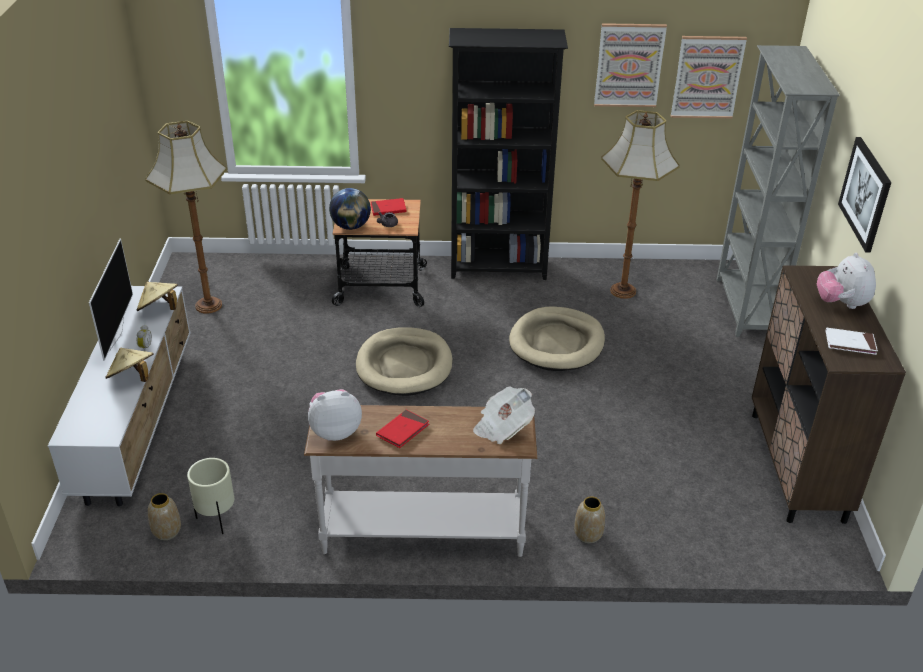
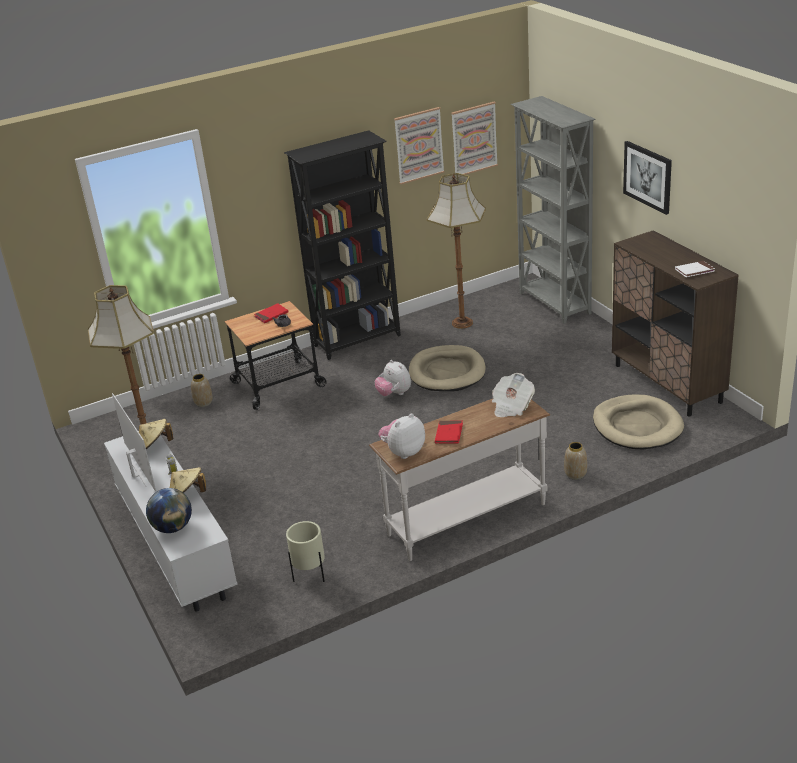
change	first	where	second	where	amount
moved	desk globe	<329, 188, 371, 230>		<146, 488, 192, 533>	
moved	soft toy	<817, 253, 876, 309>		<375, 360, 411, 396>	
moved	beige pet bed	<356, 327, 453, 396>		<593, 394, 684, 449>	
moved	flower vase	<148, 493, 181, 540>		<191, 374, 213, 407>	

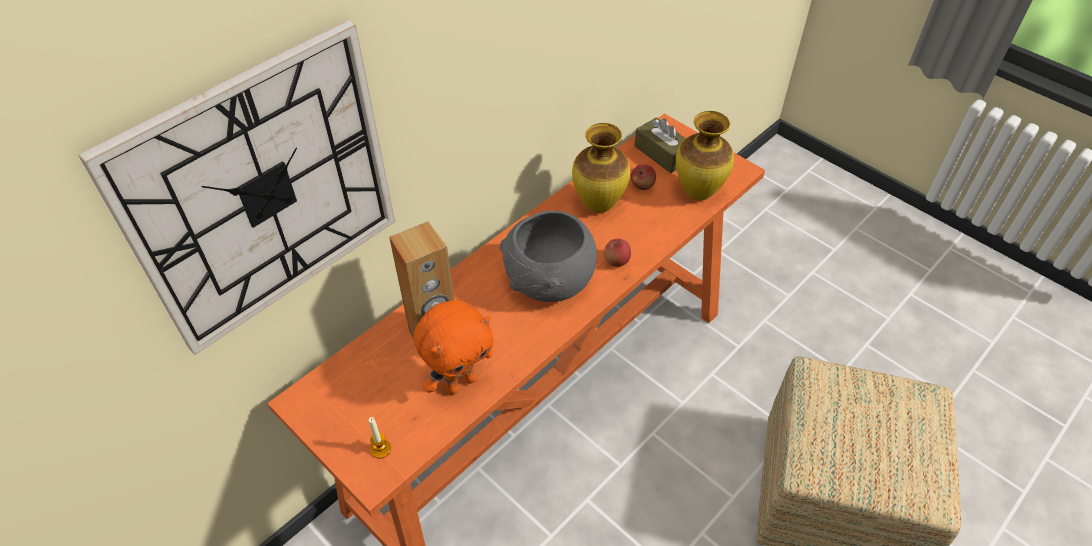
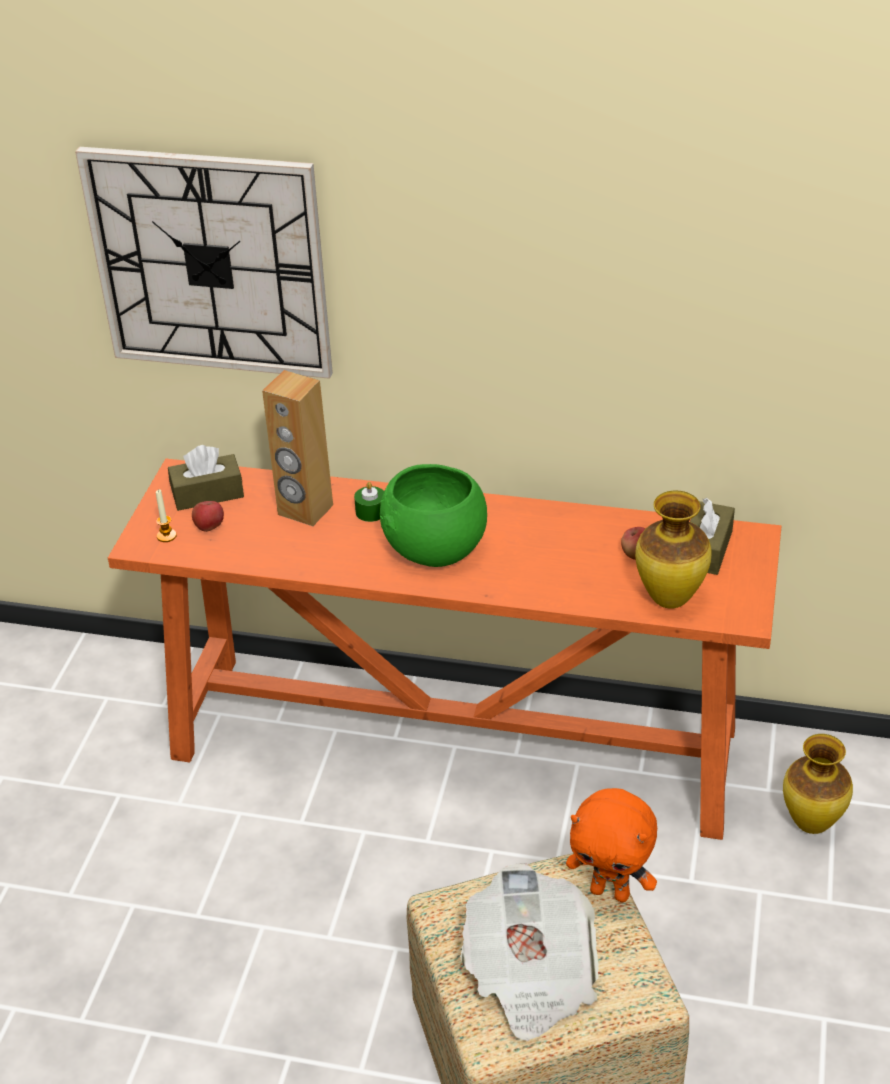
change	first	where	second	where	amount
moved	flower vase	<572, 123, 630, 213>		<783, 734, 853, 834>	
recoloured	grey bowl	<500, 211, 597, 302>	green-coloured bowl	<380, 464, 487, 567>	
moved	apple	<604, 239, 631, 267>		<192, 501, 224, 532>	
moved	orangey soft toy	<414, 300, 494, 395>		<566, 788, 657, 902>	
added			brown tissue holder	<168, 445, 244, 511>	
added			green-coloured wax candle	<354, 482, 384, 522>	
added			newspaper	<460, 863, 599, 1041>	

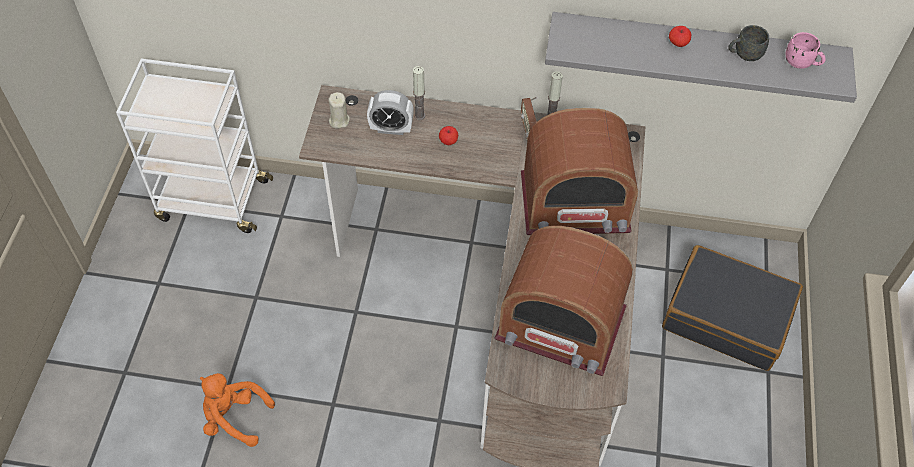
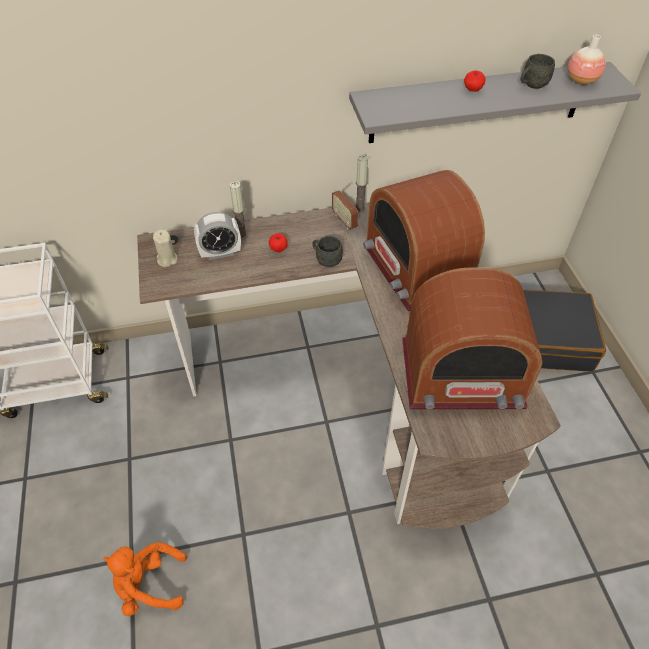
change	first	where	second	where	amount
replaced	pink tea mug	<785, 32, 826, 69>	flower vase	<567, 35, 606, 85>	
turned	radio receiver	<521, 108, 638, 235>		<363, 170, 485, 311>	90 degrees clockwise
added			grey tea mug	<312, 236, 343, 267>	

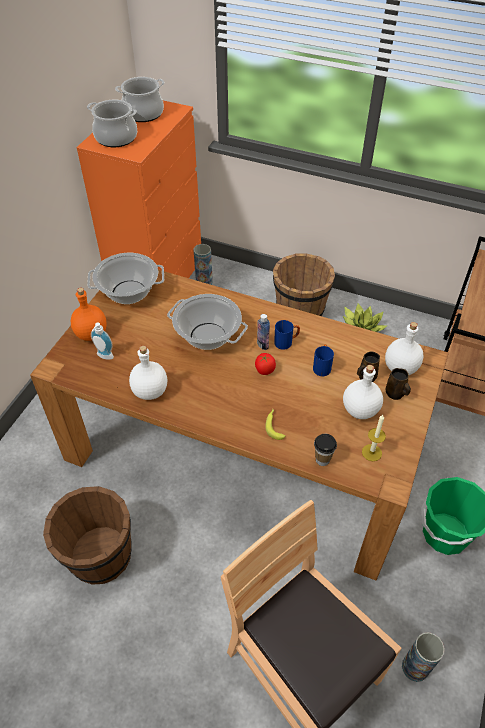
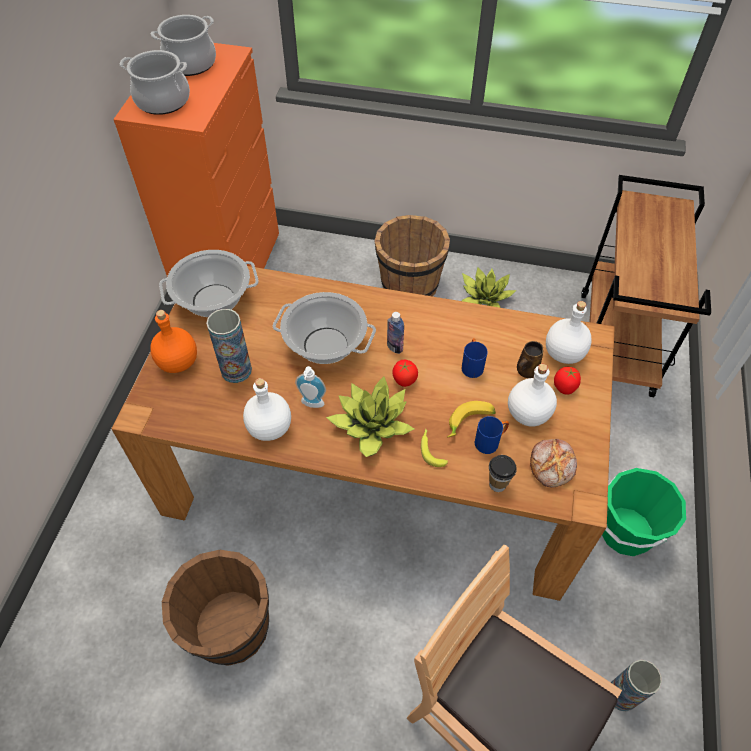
change	first	where	second	where	amount
moved	flower vase	<193, 244, 213, 285>		<206, 309, 252, 383>	
moved	bluish tea mug	<274, 320, 300, 350>		<475, 416, 509, 454>	
moved	soap dispenser	<91, 323, 114, 360>		<295, 366, 326, 408>	
replaced	brown tea mug	<386, 368, 411, 400>	whole tomato	<554, 367, 581, 395>	
replaced	wax candle	<362, 415, 386, 461>	bakery bread	<530, 439, 577, 487>	
added			potted plant	<326, 376, 414, 457>	
added			banana	<448, 401, 496, 437>	

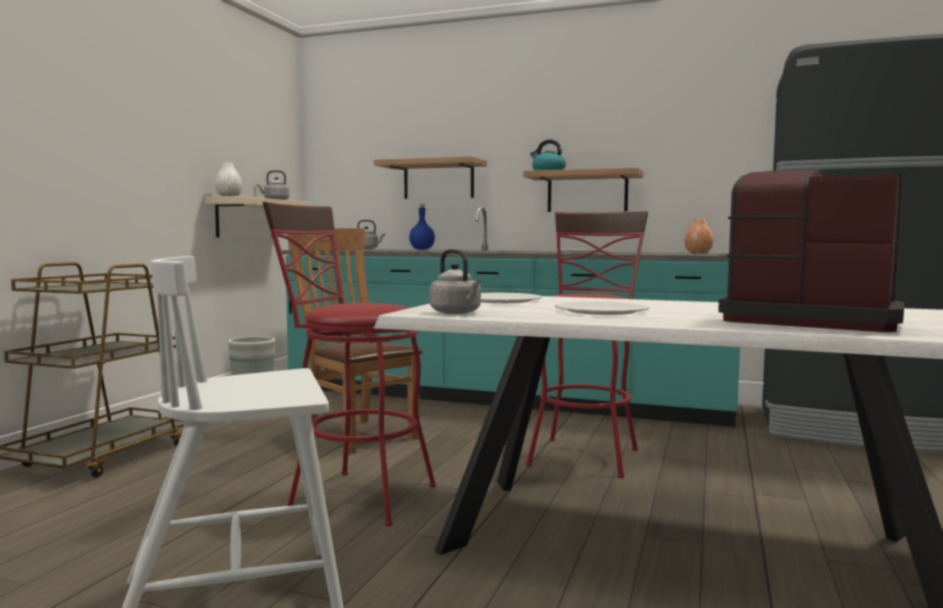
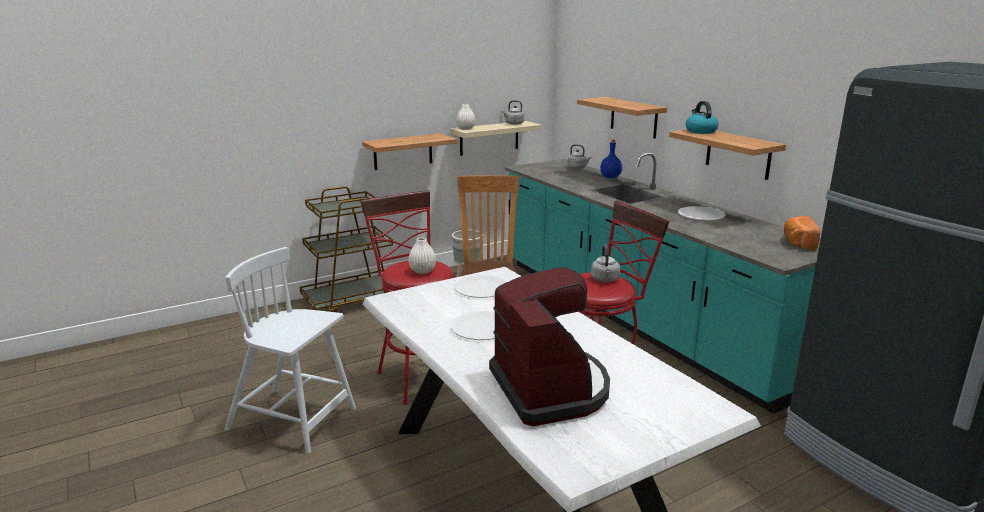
change	first	where	second	where	amount
replaced	orangey flower vase	<684, 218, 714, 254>	bakery bread	<784, 216, 820, 250>	
moved	grey water kettle	<430, 249, 481, 314>		<591, 245, 620, 282>	
added			shelf	<362, 133, 457, 170>	
added			white flower vase	<408, 238, 436, 274>	

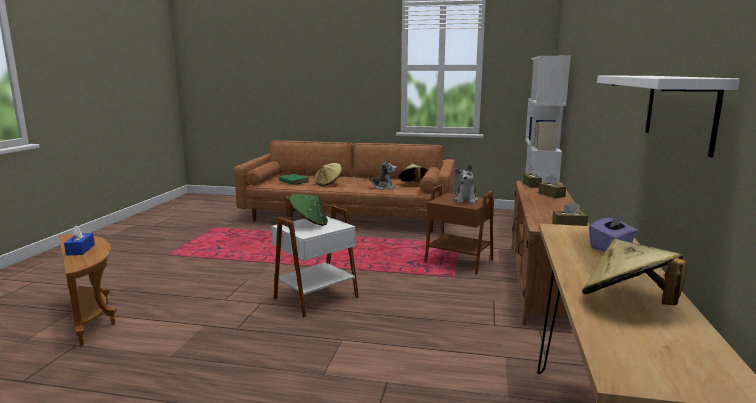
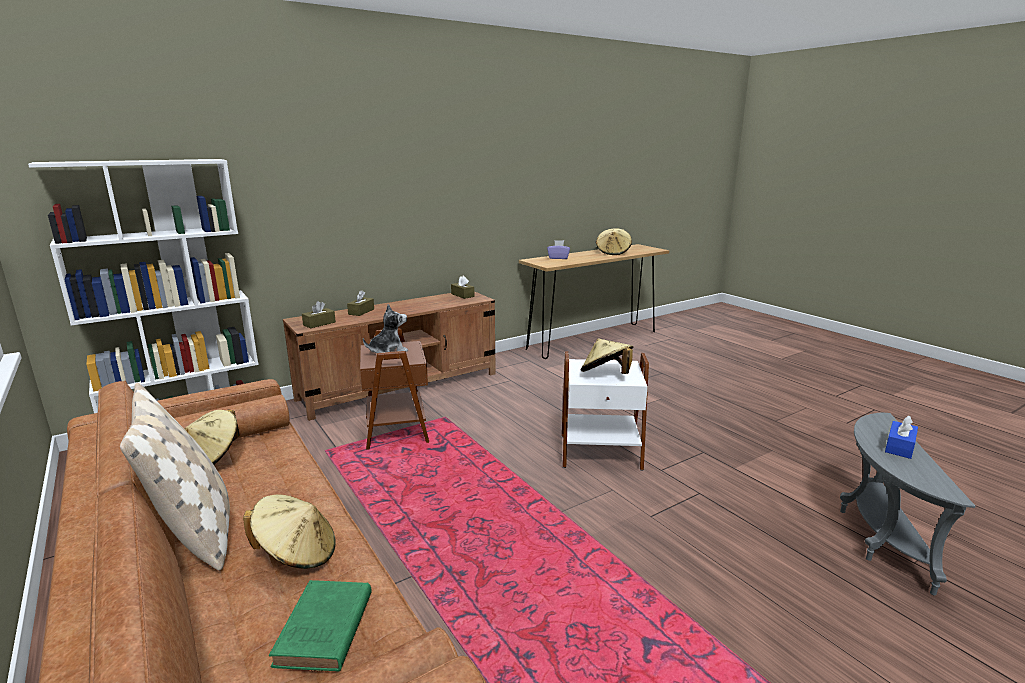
change	first	where	second	where	amount
removed	white shelf	<597, 76, 740, 157>			
removed	soft toy	<368, 159, 397, 190>			
recoloured	green-coloured hat	<285, 194, 328, 226>	beige hat	<581, 338, 633, 374>	
recoloured	brown side table	<59, 234, 117, 346>	grey side table	<840, 412, 975, 596>	
added			beige pillow	<120, 383, 230, 571>	

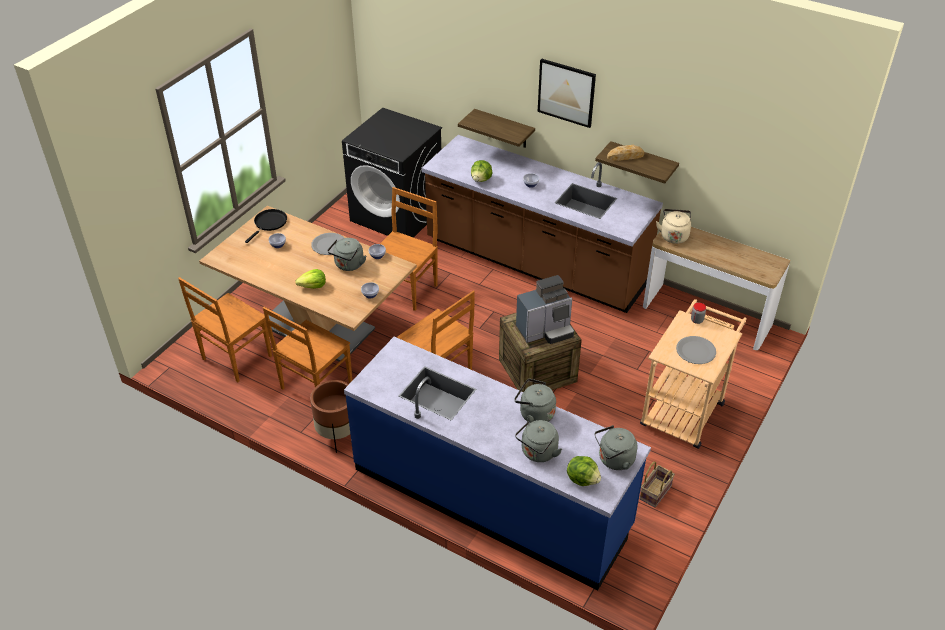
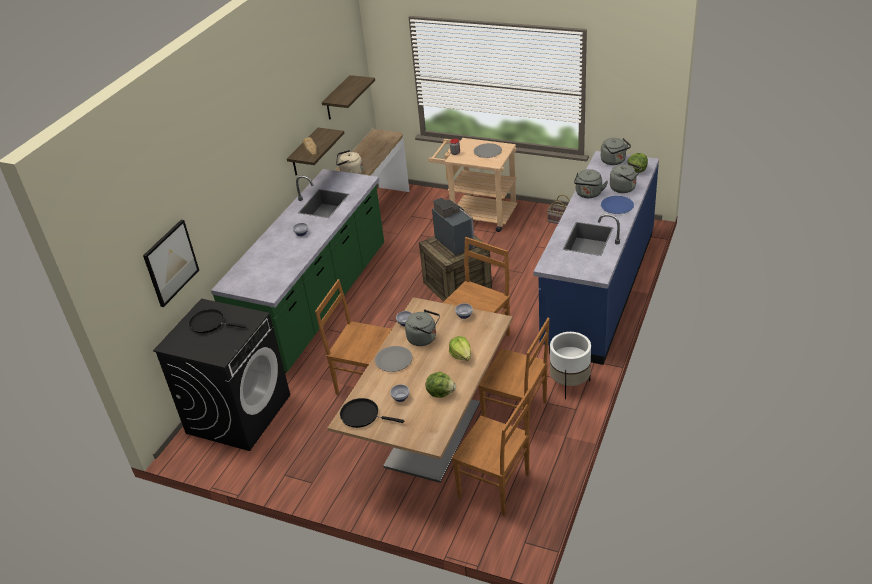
change	first	where	second	where	amount
moved	wall picture	<538, 59, 596, 128>		<143, 219, 199, 307>	
moved	shelf	<458, 109, 535, 148>		<322, 75, 375, 120>	
recoloured	brown kitchen base unit	<422, 135, 663, 313>	green-coloured kitchen base unit	<211, 169, 384, 373>	
moved	head of lettuce	<471, 160, 492, 182>		<426, 372, 456, 398>	
recoloured	brown planter	<310, 380, 350, 453>	white planter	<550, 332, 591, 399>	
added			bluish plate	<601, 196, 634, 214>	
added			black-coloured pan	<189, 309, 246, 333>	

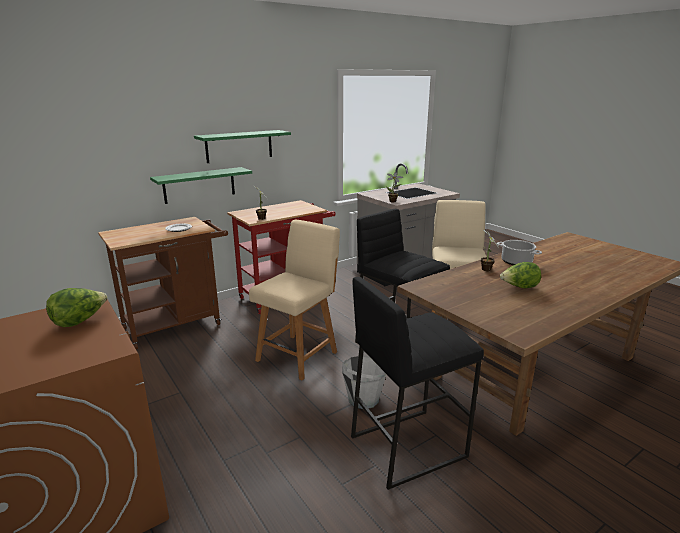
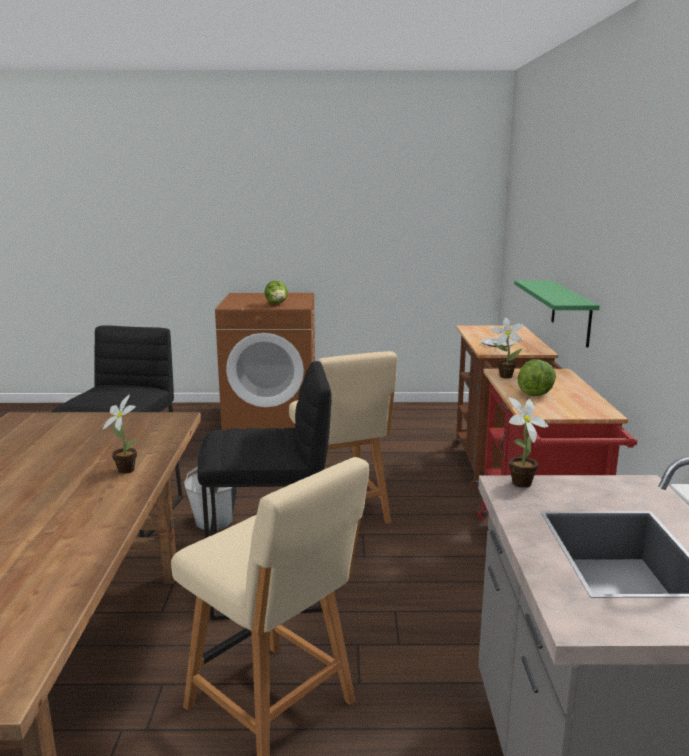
change	first	where	second	where	amount
removed	green-coloured shelf	<194, 130, 291, 163>			
removed	stockpot	<497, 240, 542, 265>			
moved	head of lettuce	<500, 262, 541, 288>		<517, 359, 556, 396>	

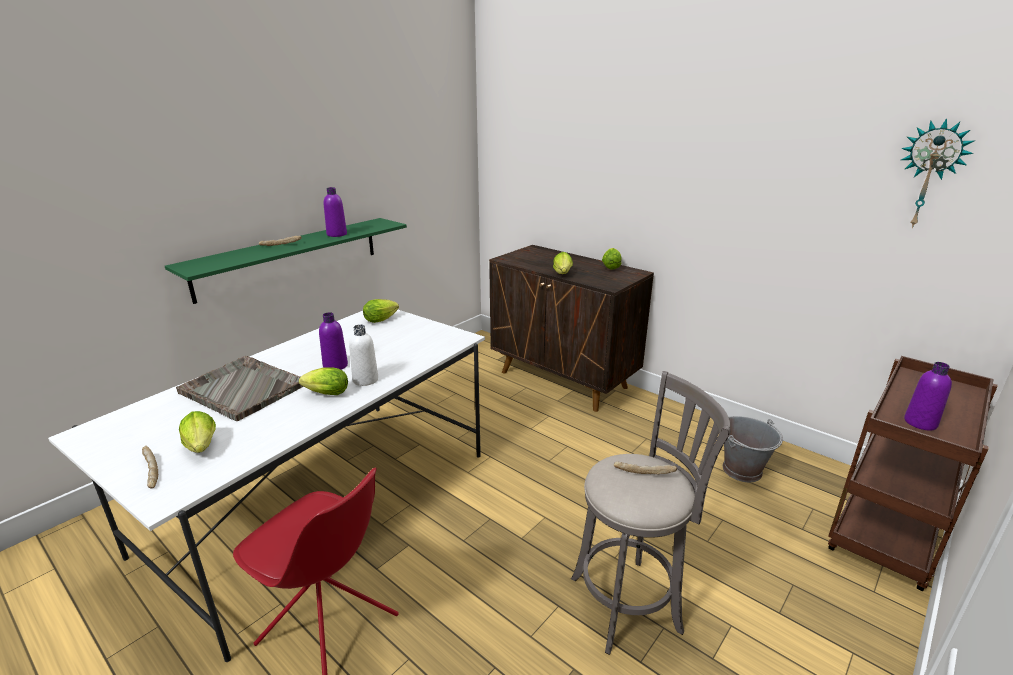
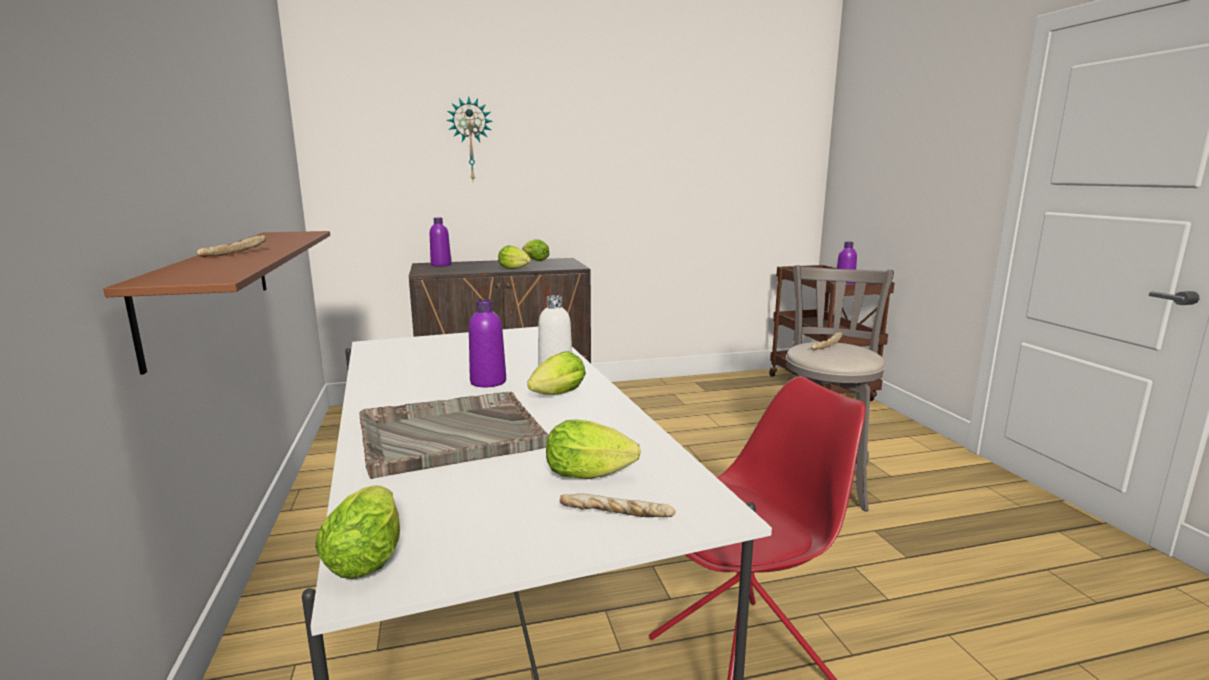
change	first	where	second	where	amount
moved	wall clock	<901, 118, 974, 228>		<446, 97, 493, 180>	
moved	purplish bottle	<324, 187, 347, 237>		<430, 218, 451, 266>	
recoloured	green-coloured shelf	<165, 218, 407, 304>	brown shelf	<103, 231, 330, 375>	
moved	head of lettuce	<363, 299, 399, 323>		<315, 485, 400, 579>	
removed	grey bucket	<723, 416, 783, 482>			

